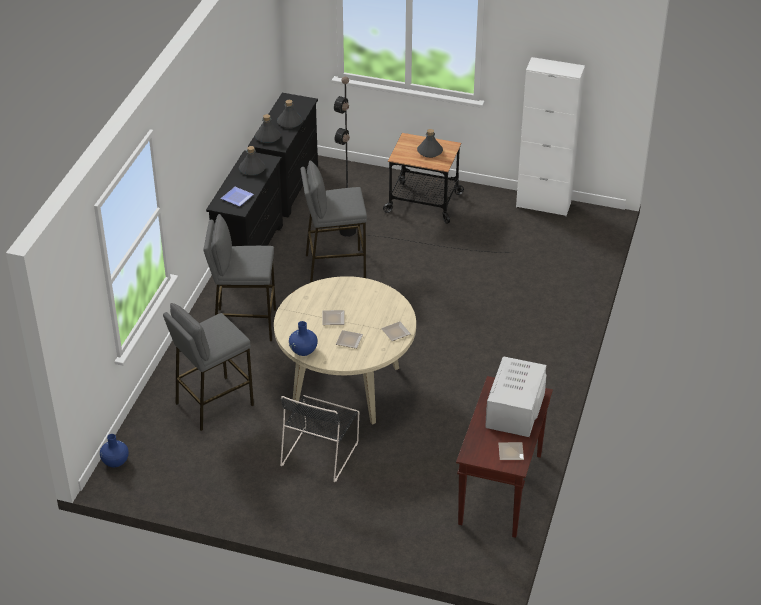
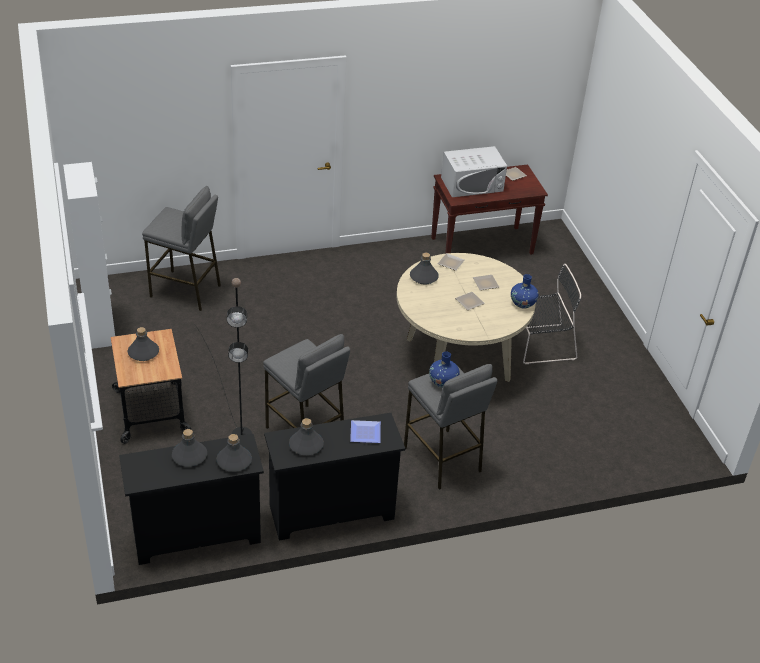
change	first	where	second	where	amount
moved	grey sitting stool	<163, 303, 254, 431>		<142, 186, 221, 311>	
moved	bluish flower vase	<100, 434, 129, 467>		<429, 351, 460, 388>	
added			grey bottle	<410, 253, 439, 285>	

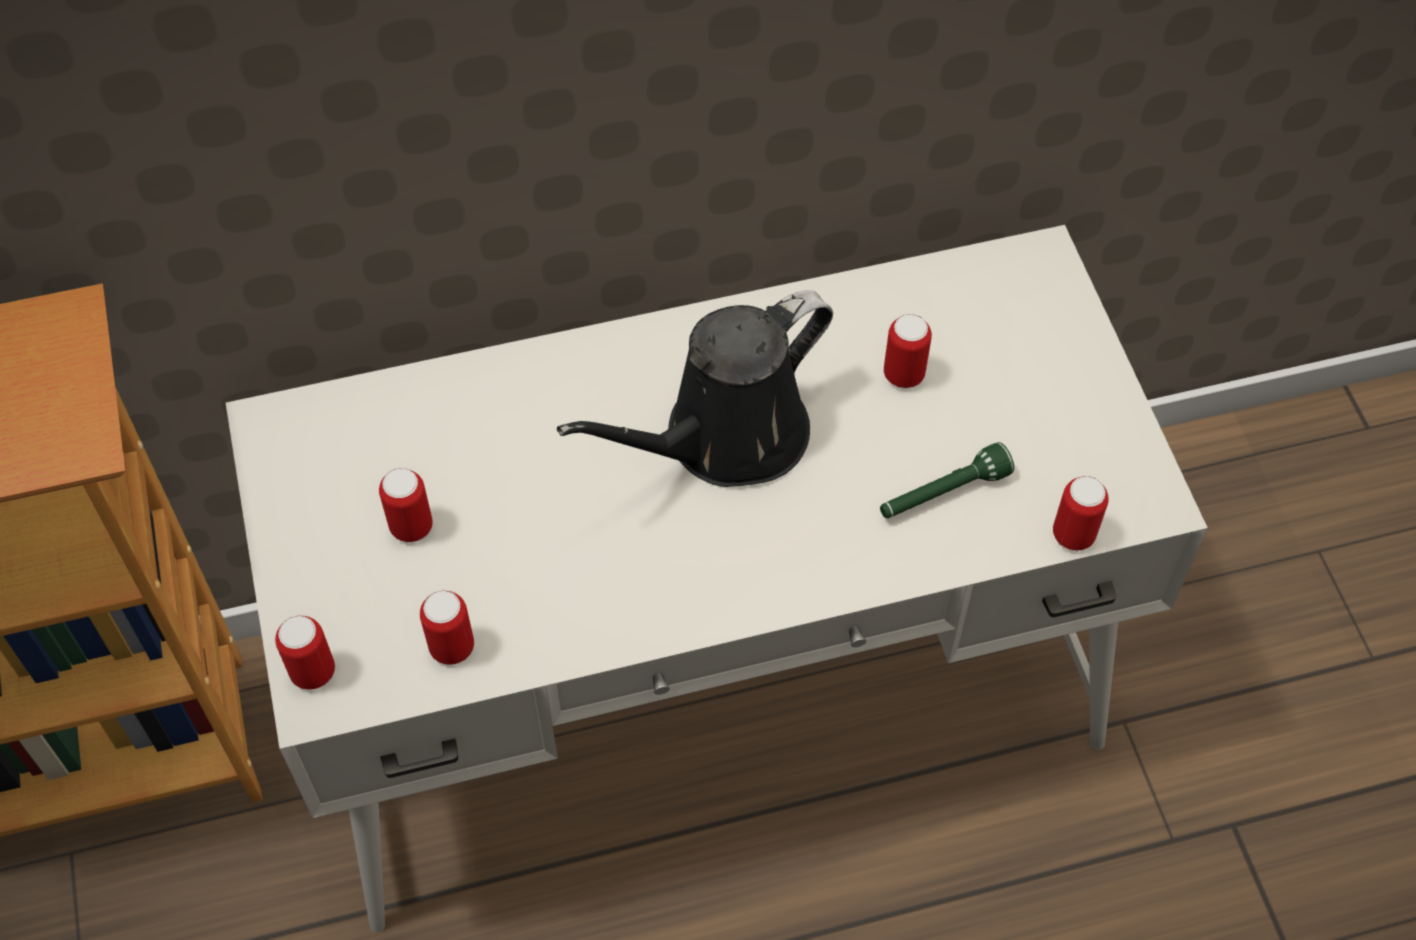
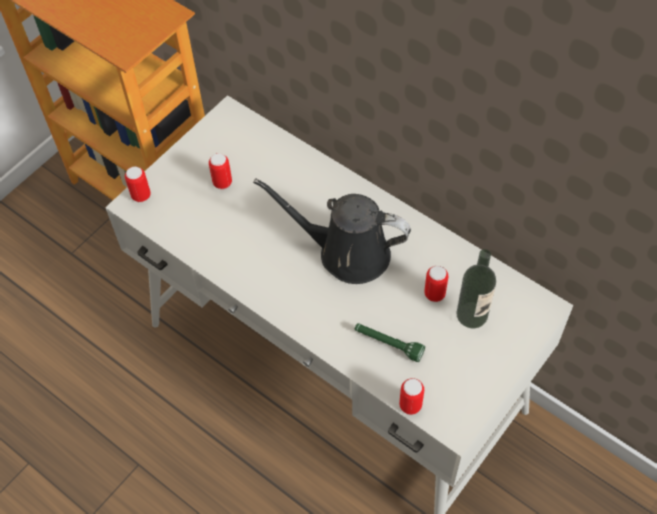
change	first	where	second	where	amount
removed	sealed can	<420, 591, 474, 665>			
added			bottle	<457, 249, 496, 328>	

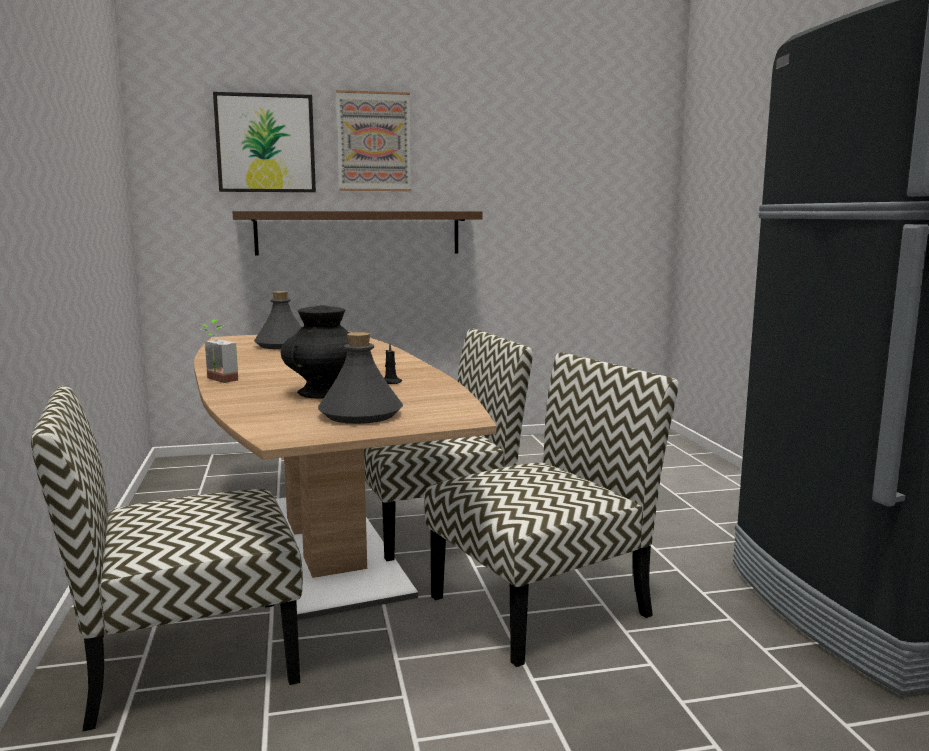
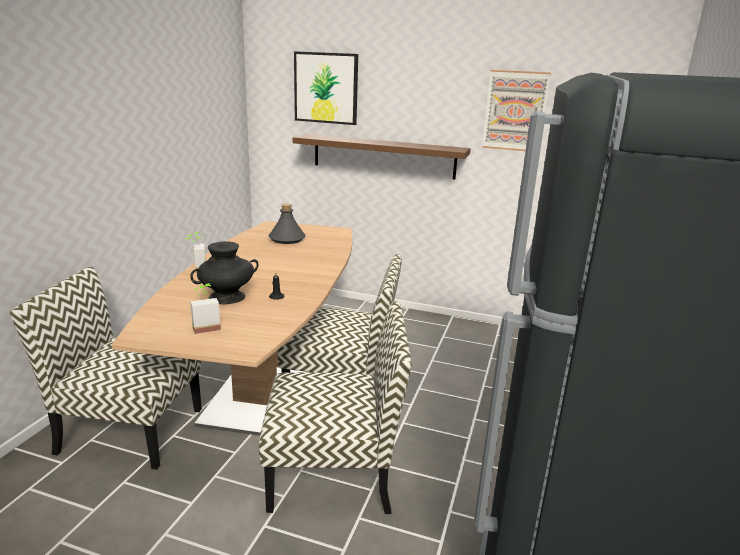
change	first	where	second	where	amount
moved	wall picture	<336, 90, 411, 191>		<482, 70, 551, 151>	
replaced	grey bottle	<318, 332, 403, 424>	potted plant	<190, 283, 221, 334>	

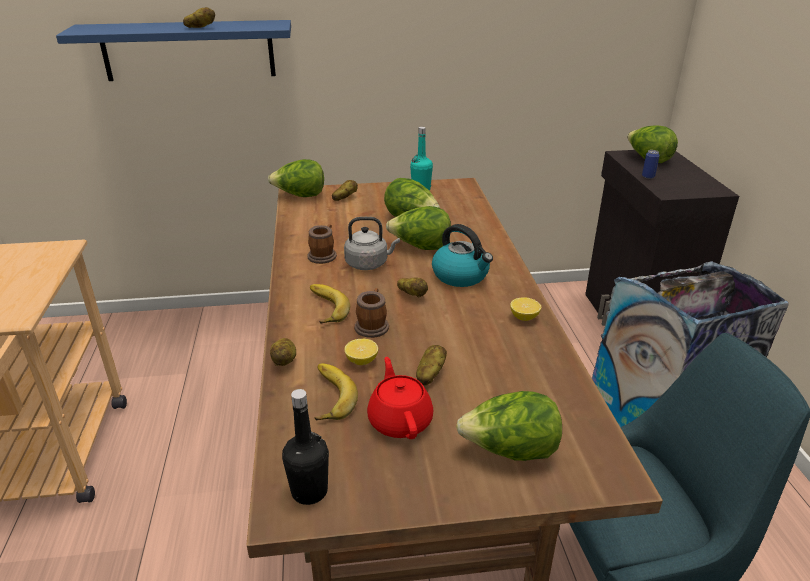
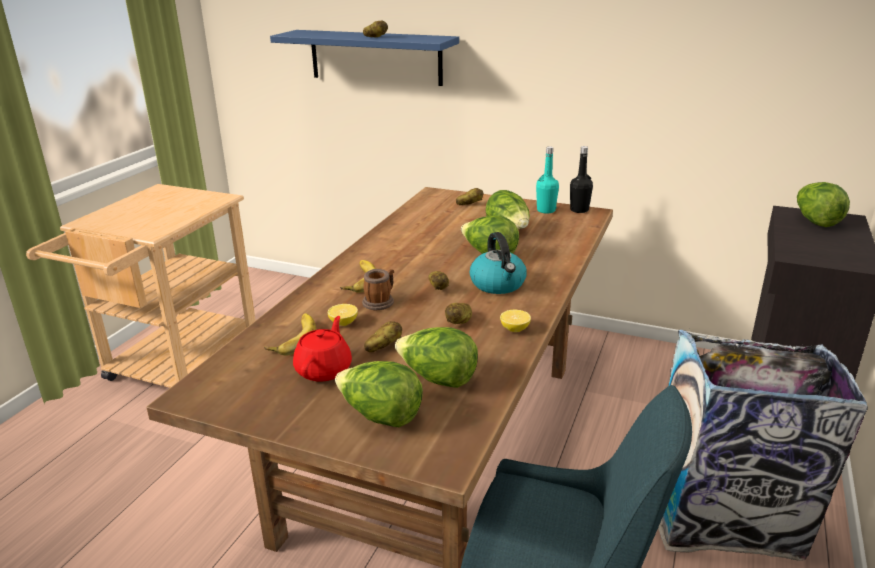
change	first	where	second	where	amount
removed	sealed can	<642, 150, 660, 179>			
moved	head of lettuce	<268, 159, 324, 197>		<395, 327, 478, 388>	
removed	grey water kettle	<344, 217, 400, 270>			
removed	tea mug	<308, 224, 337, 264>			
moved	whole potato	<270, 338, 296, 366>		<445, 303, 472, 324>	
moved	black-coloured bottle	<282, 389, 329, 505>		<570, 146, 593, 213>	

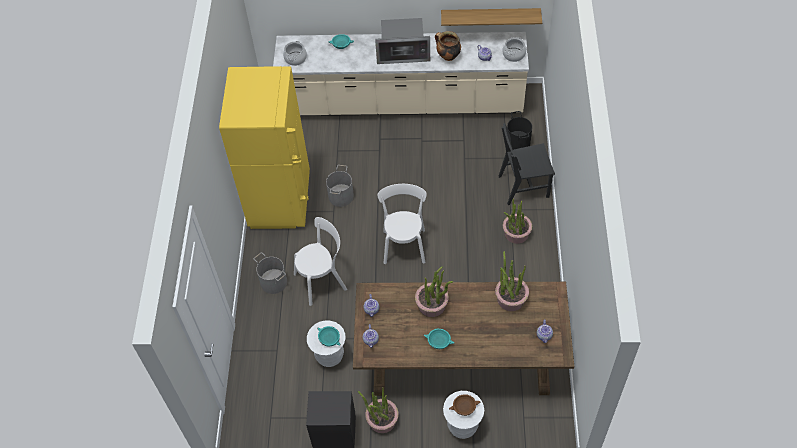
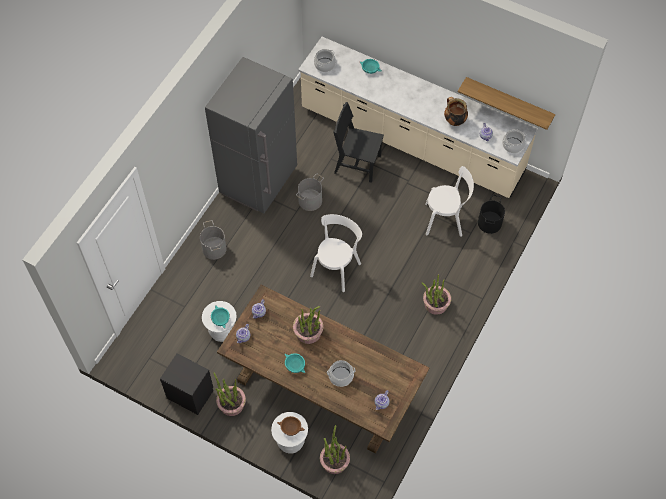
change	first	where	second	where	amount
removed	microwave	<375, 18, 430, 64>			
recoloured	yellowish fridge	<219, 66, 310, 229>	grey fridge	<205, 57, 297, 213>	
moved	black-coloured upright chair	<499, 123, 555, 205>		<333, 102, 384, 183>	
moved	white upright chair	<294, 217, 347, 306>		<425, 166, 474, 237>	
moved	potted plant	<495, 251, 529, 311>		<320, 425, 350, 474>	
added			stockpot	<327, 360, 355, 387>	

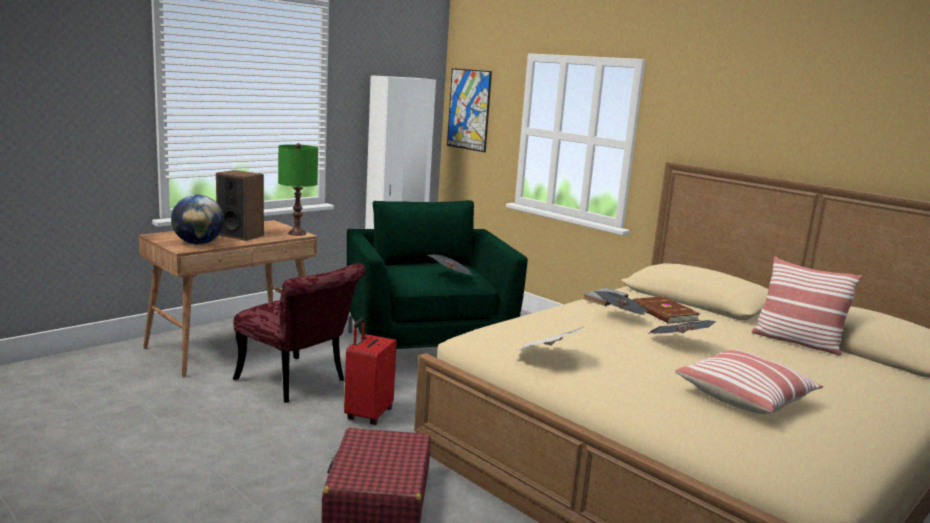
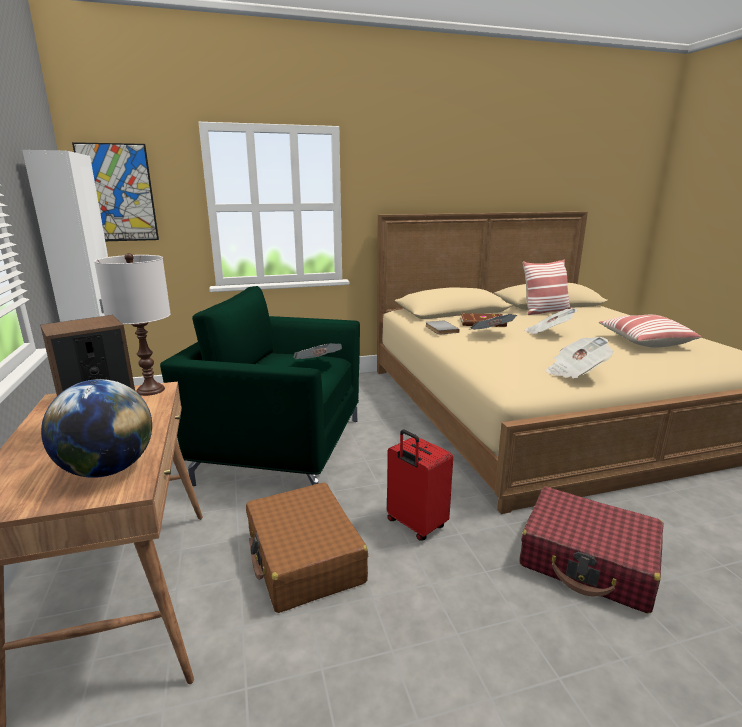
change	first	where	second	where	amount
recoloured	green-coloured lamp for a table	<278, 143, 318, 236>	white lamp for a table	<94, 253, 171, 396>	
replaced	red upright chair	<233, 263, 365, 403>	brown piece of luggage	<246, 483, 368, 613>	

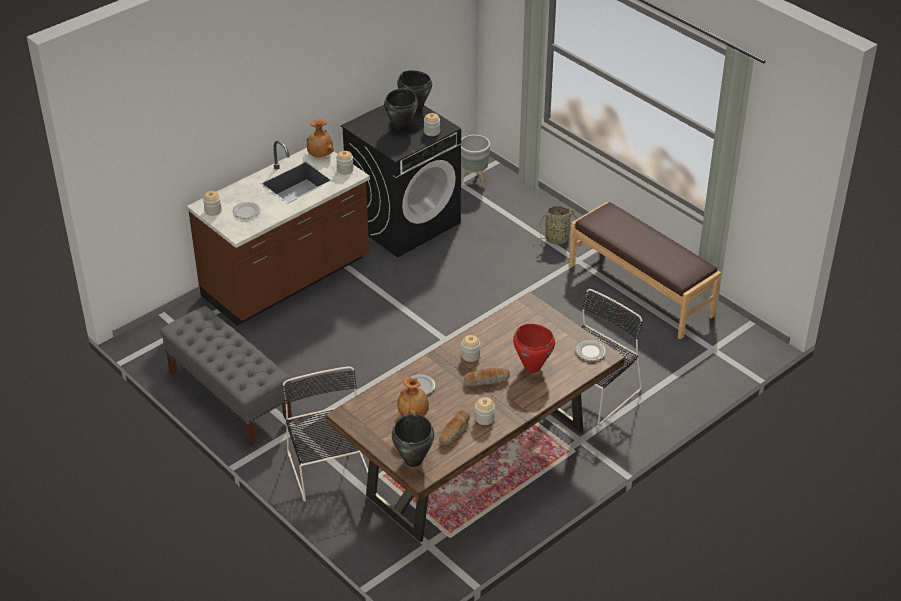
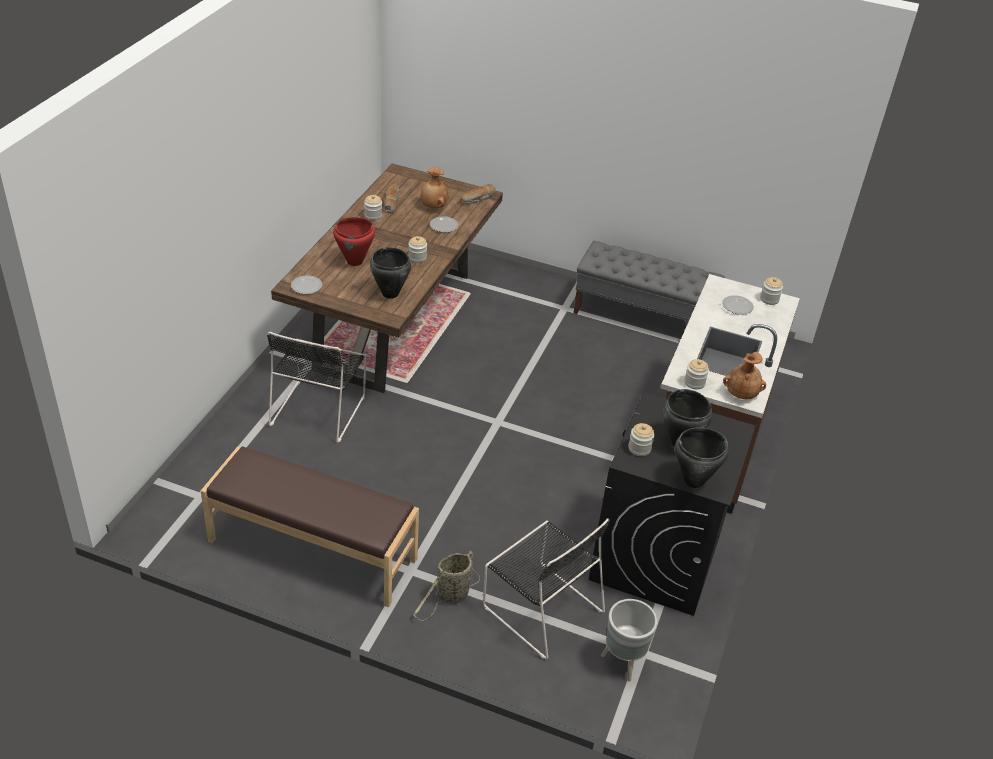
change	first	where	second	where	amount
moved	black-coloured upright chair	<282, 366, 368, 502>		<483, 518, 609, 659>	
moved	bakery bread	<463, 368, 510, 387>		<461, 184, 496, 204>	
moved	black-coloured stockpot	<392, 414, 434, 467>		<370, 247, 411, 299>	

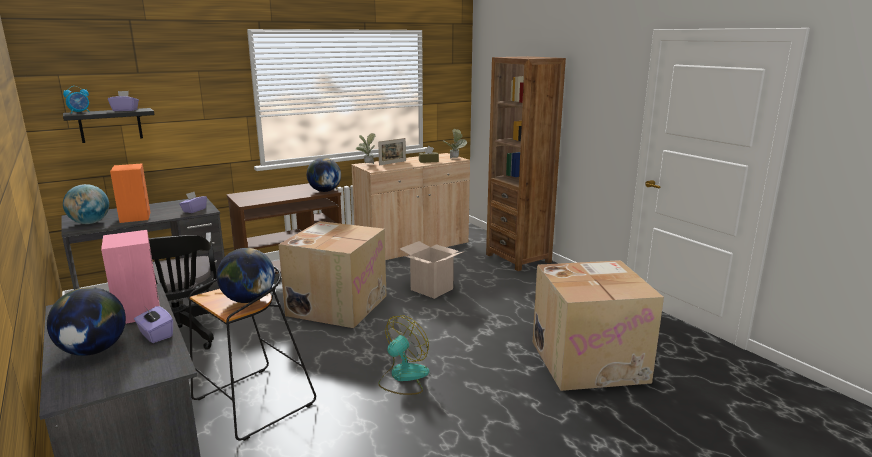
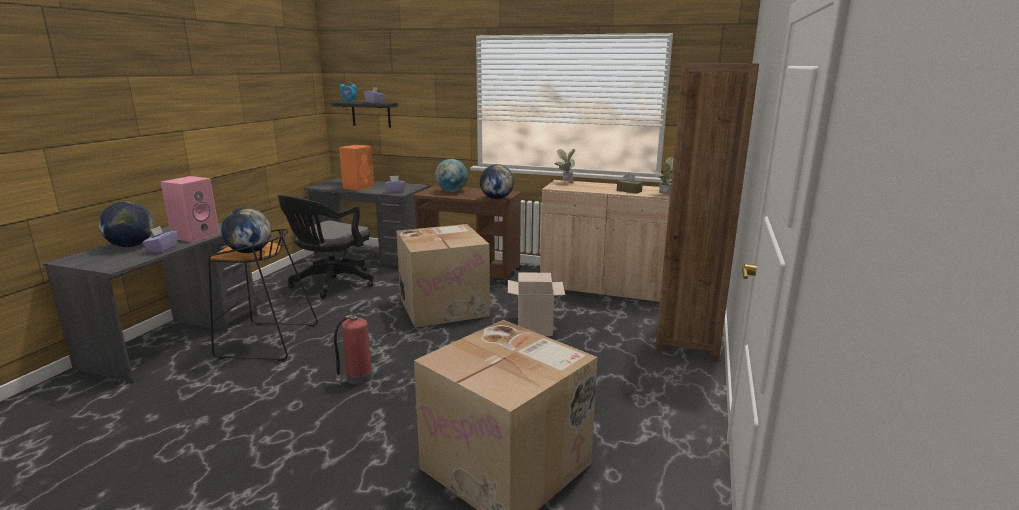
change	first	where	second	where	amount
removed	standing frame	<378, 138, 406, 166>			
moved	desk globe	<63, 184, 109, 224>		<435, 159, 468, 192>	
replaced	fan	<378, 315, 430, 395>	fire extinguisher	<334, 300, 372, 385>	

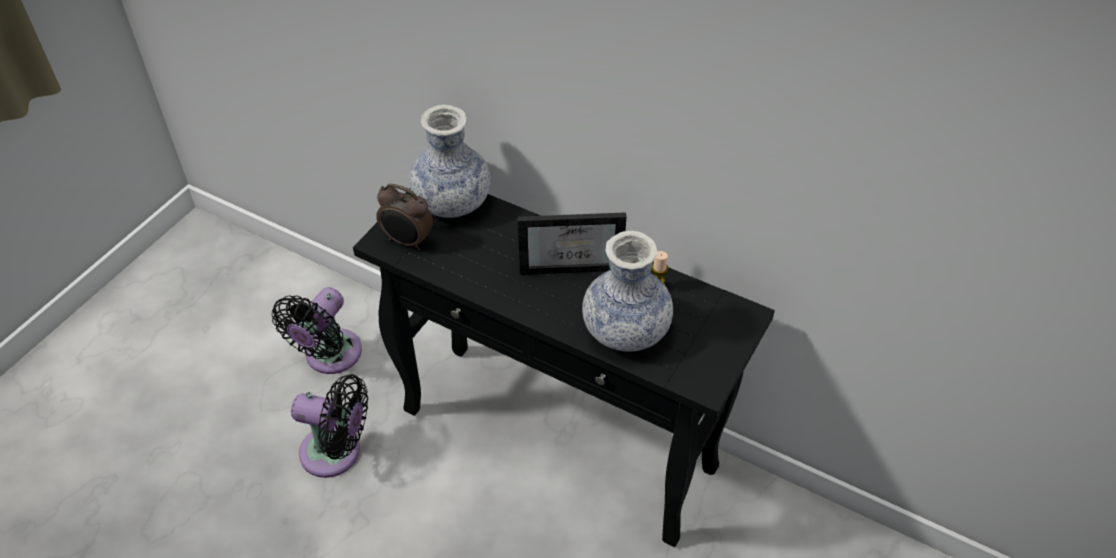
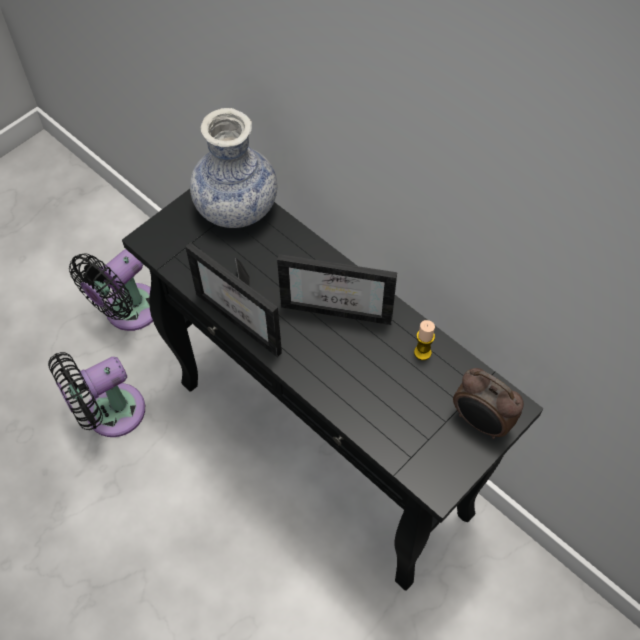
change	first	where	second	where	amount
moved	table clock	<376, 184, 433, 251>		<453, 368, 524, 439>	
removed	flower vase	<582, 230, 673, 352>			
turned	black-coloured fan	<291, 374, 368, 478>		<48, 352, 145, 437>	120 degrees clockwise
added			standing frame	<185, 242, 282, 357>	

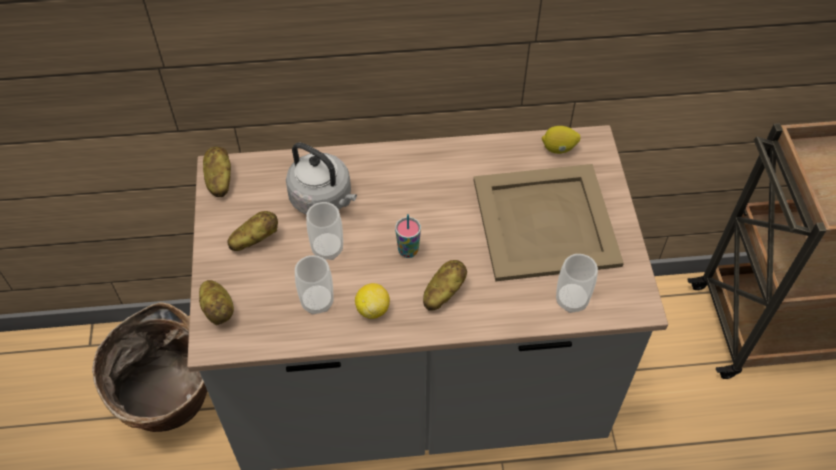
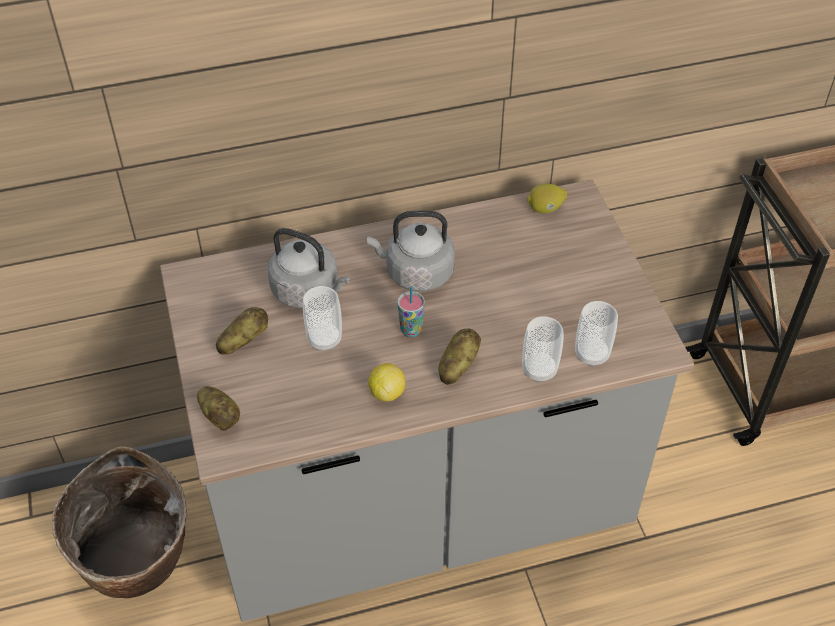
change	first	where	second	where	amount
removed	whole potato	<203, 146, 231, 197>			
removed	beige serving tray	<474, 164, 624, 282>			
moved	small cup	<295, 255, 334, 314>		<522, 317, 564, 383>	
added			grey water kettle	<367, 211, 455, 292>	

